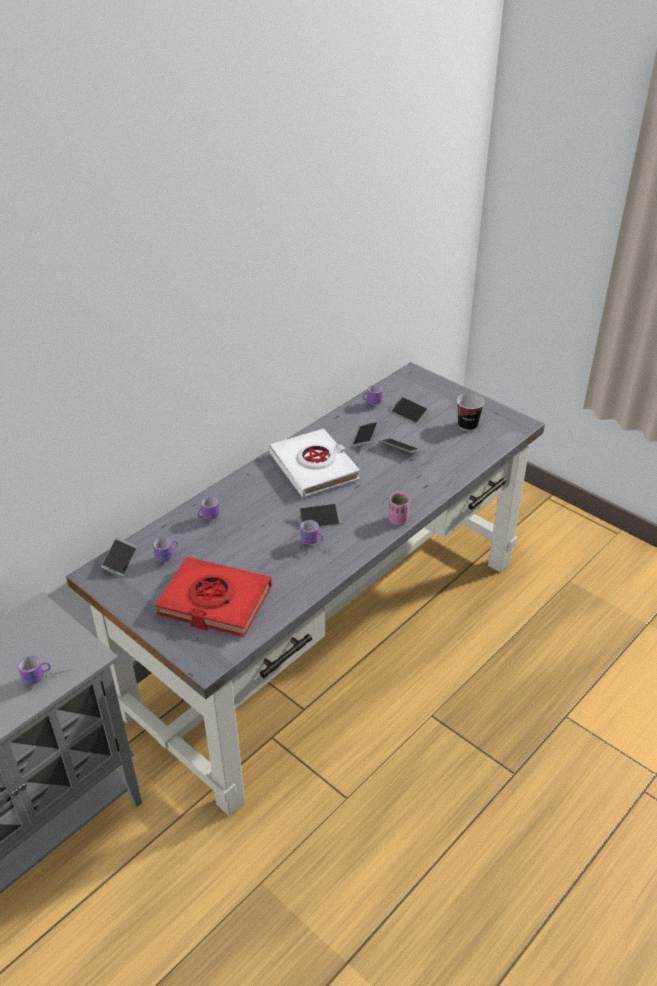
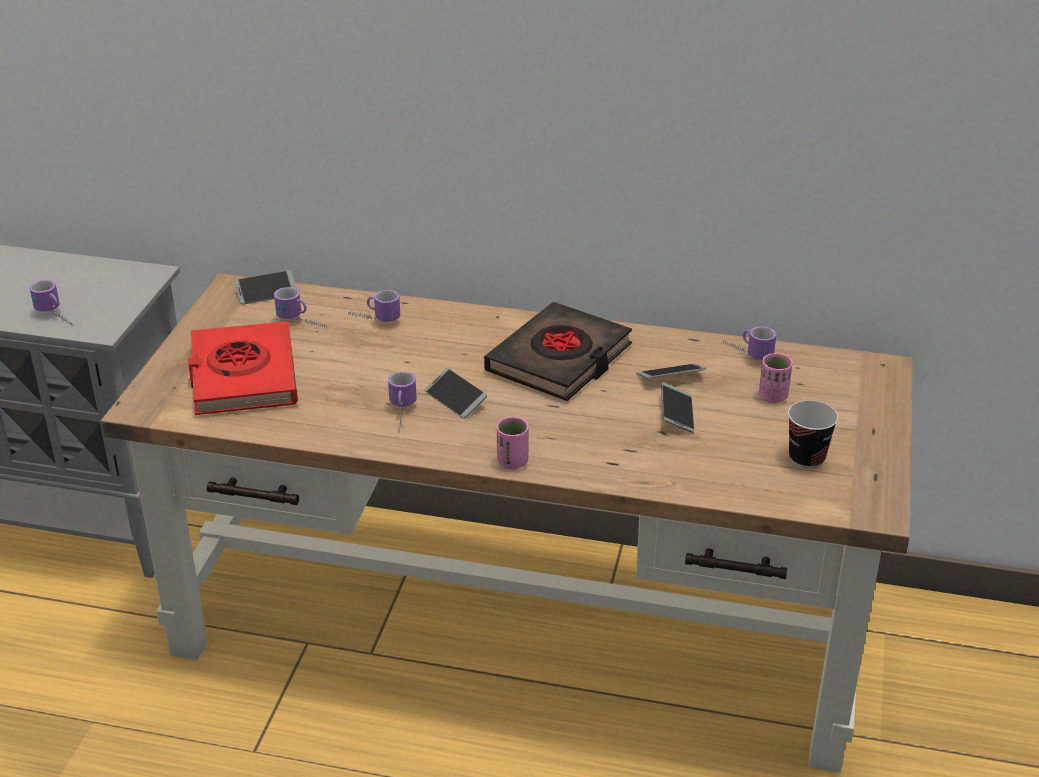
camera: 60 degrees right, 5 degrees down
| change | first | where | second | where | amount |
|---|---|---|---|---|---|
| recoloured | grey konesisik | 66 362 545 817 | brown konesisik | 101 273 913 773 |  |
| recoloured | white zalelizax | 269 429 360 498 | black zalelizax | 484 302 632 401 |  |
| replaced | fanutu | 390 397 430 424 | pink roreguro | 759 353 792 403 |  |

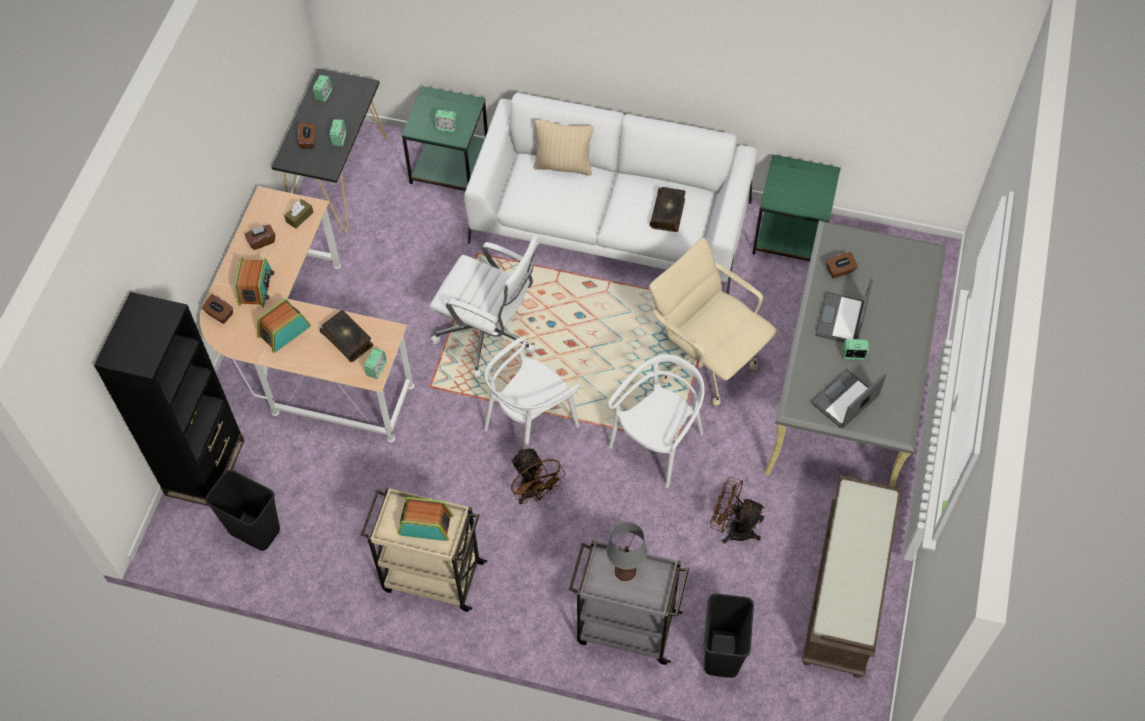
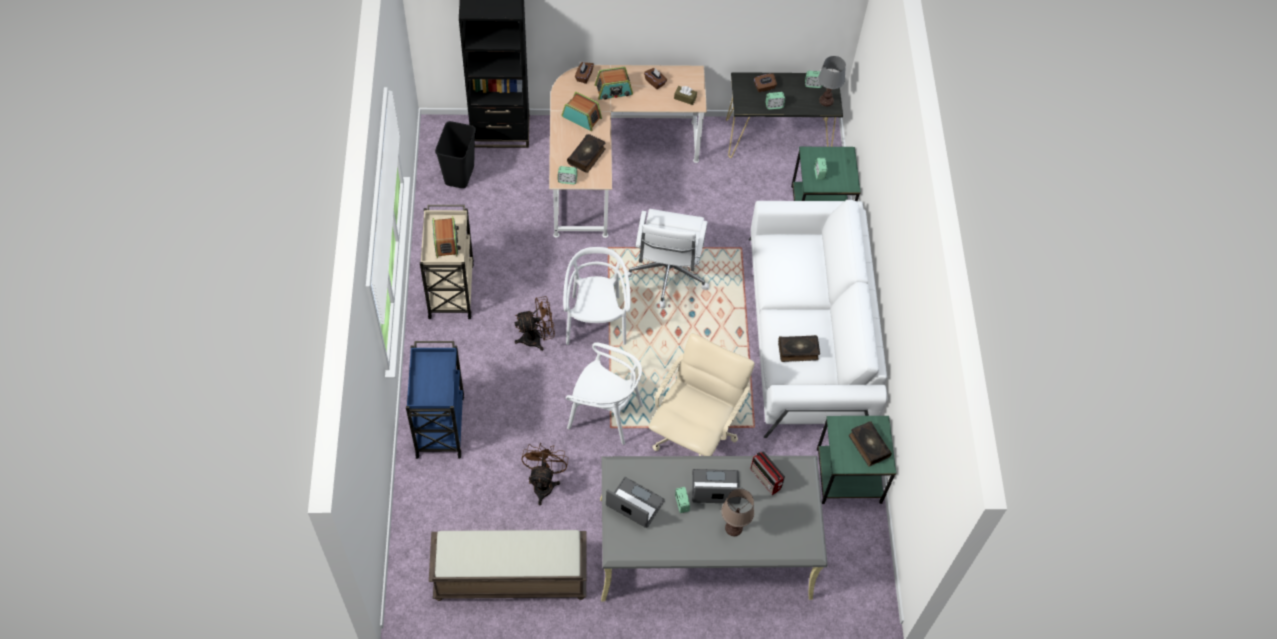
camera: 70 degrees right, 0 degrees up
| change | first | where | second | where | amount |
|---|---|---|---|---|---|
| turned | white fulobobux | 484 337 581 450 |  | 563 247 631 345 | 60 degrees clockwise |
| turned | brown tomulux | 511 448 565 505 |  | 514 296 555 351 | 150 degrees counterclockwise |
| removed | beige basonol | 533 120 594 176 |  |  |  |
| recoloured | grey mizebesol | 569 540 689 665 | blue mizebesol | 406 341 464 459 |  |
| moved | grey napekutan | 606 522 647 581 |  | 818 56 846 106 |  |
| removed | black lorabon | 704 593 754 678 |  |  |  |
| replaced | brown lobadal | 826 252 858 278 | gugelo | 750 451 785 495 |  |
| added |  |  | brown napekutan | 721 489 754 536 |  |
| added |  |  | zalelizax | 849 421 892 466 |  |

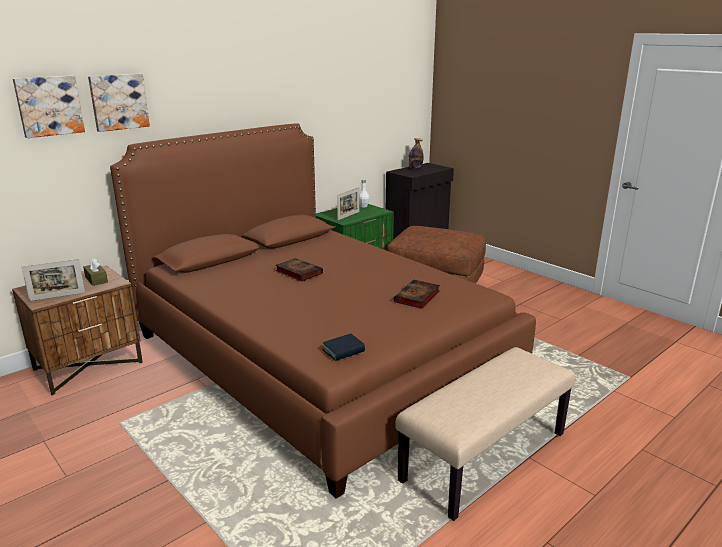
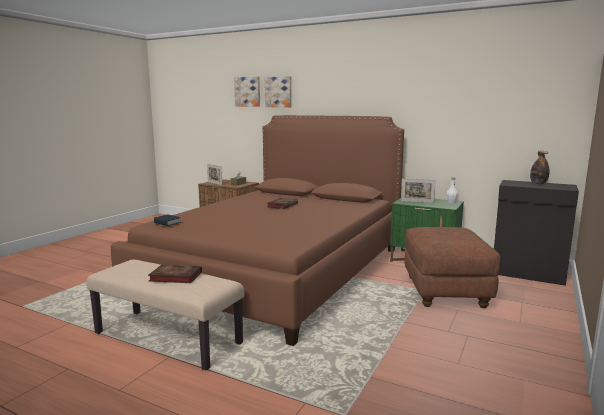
camera: 70 degrees right, 10 degrees down
| change | first | where | second | where | amount |
|---|---|---|---|---|---|
| moved | zalelizax | 394 279 440 309 |  | 148 265 202 283 |  |

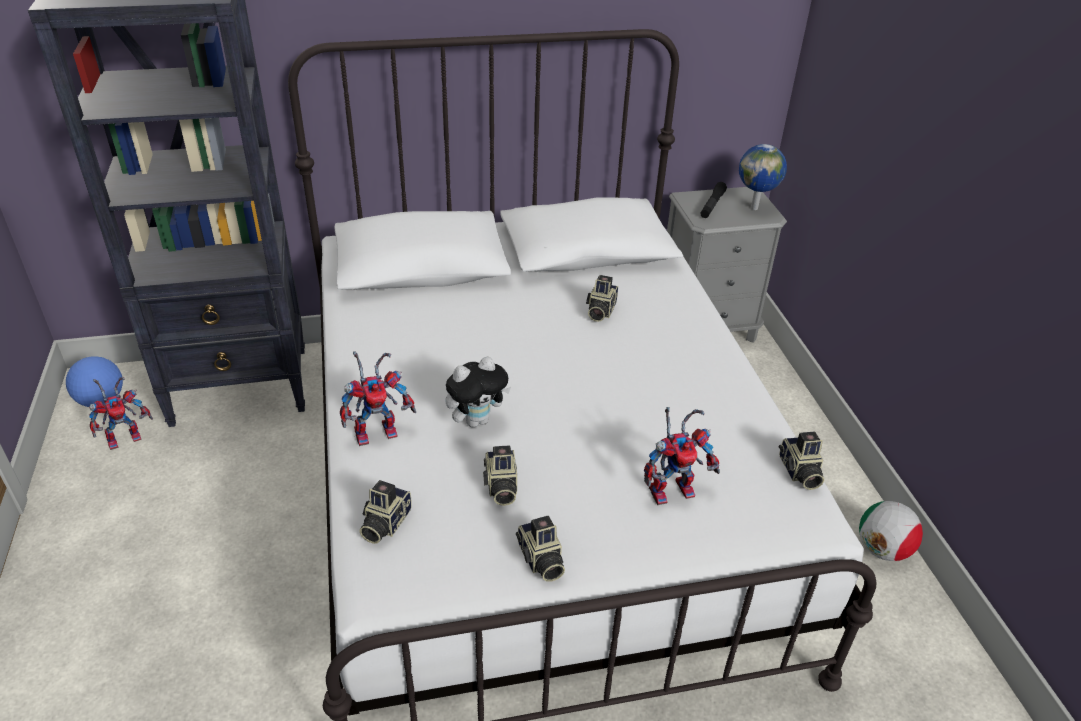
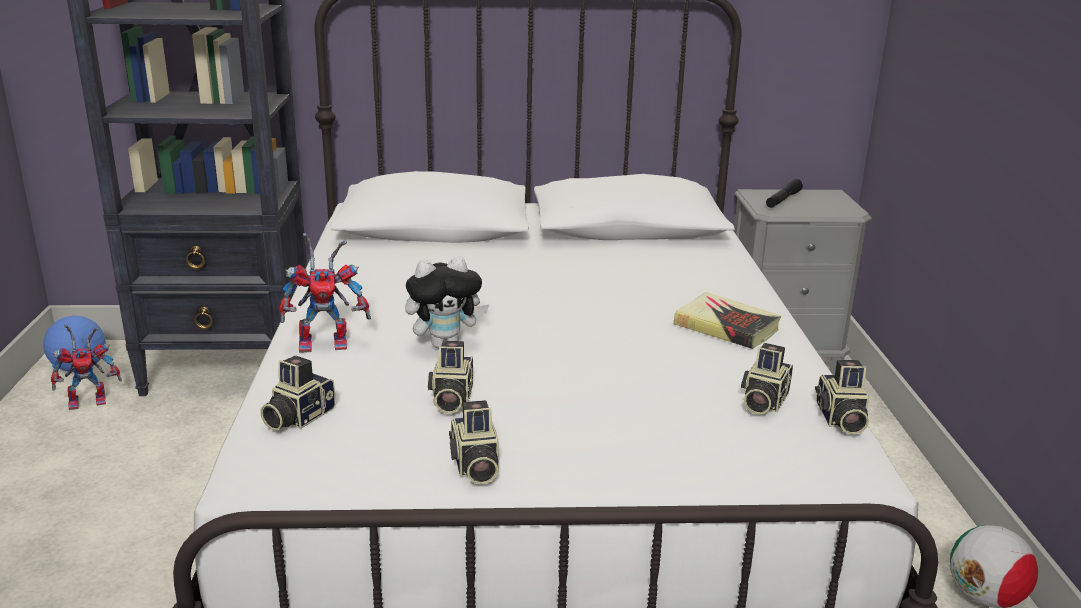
camera: 10 degrees right, 15 degrees down
| change | first | where | second | where | amount |
|---|---|---|---|---|---|
| moved | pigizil | 586 275 618 322 |  | 741 343 793 415 |  |
| removed | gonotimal | 644 407 720 505 |  |  |  |
| removed | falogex | 739 144 787 210 |  |  |  |
| added |  |  | zalelizax | 673 292 781 349 |  |

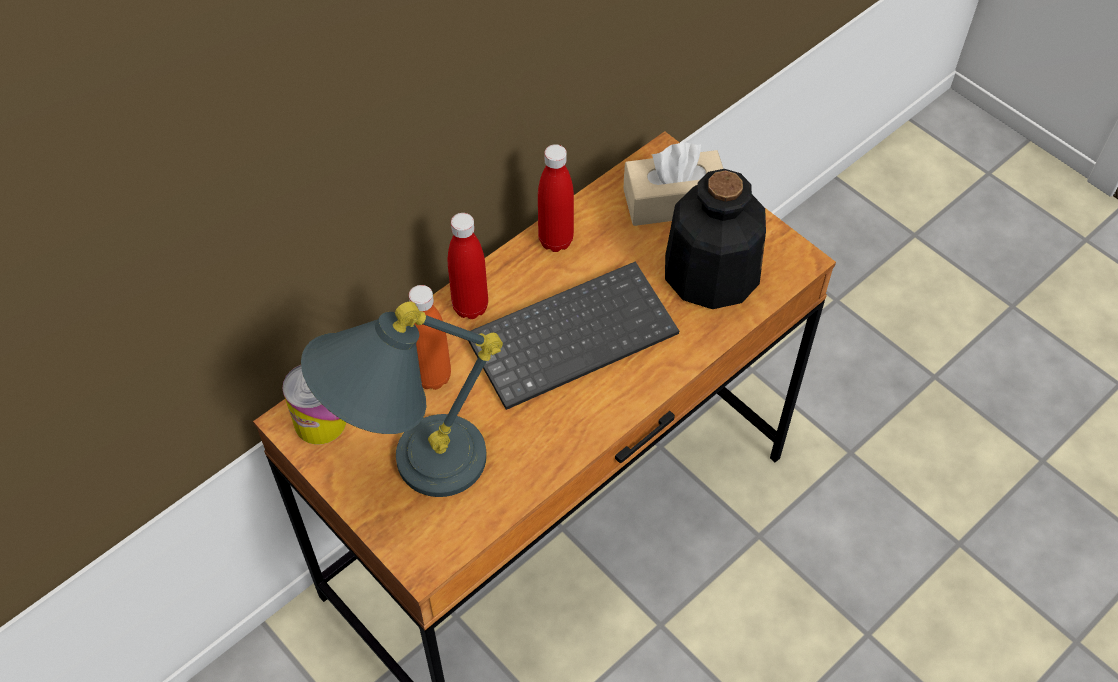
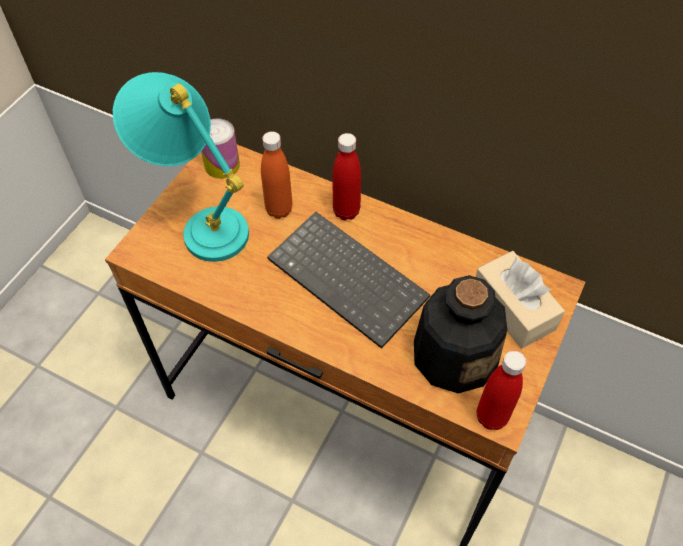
camera: 70 degrees right, 0 degrees up
| change | first | where | second | where | amount |
|---|---|---|---|---|---|
| recoloured | grey napekutan | 301 301 503 497 | turquoise napekutan | 113 72 249 262 |  |
| moved | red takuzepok | 538 144 574 252 |  | 477 351 526 430 |  |

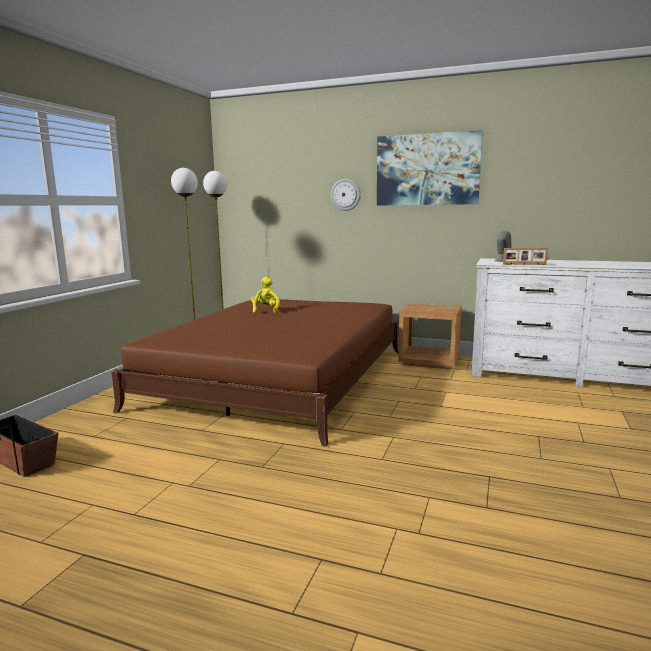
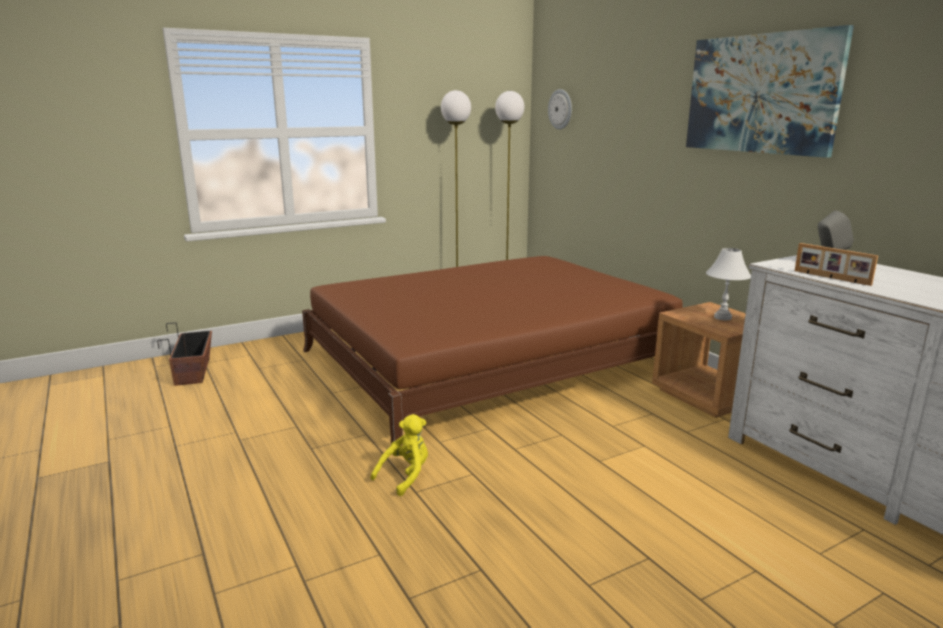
camera: 40 degrees right, 5 degrees up
| change | first | where | second | where | amount |
|---|---|---|---|---|---|
| moved | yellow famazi | 251 277 280 313 |  | 371 414 428 496 |  |
| moved | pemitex | 331 178 361 211 |  | 548 89 572 130 |  |
| added |  |  | white napekutan | 706 248 751 320 |  |

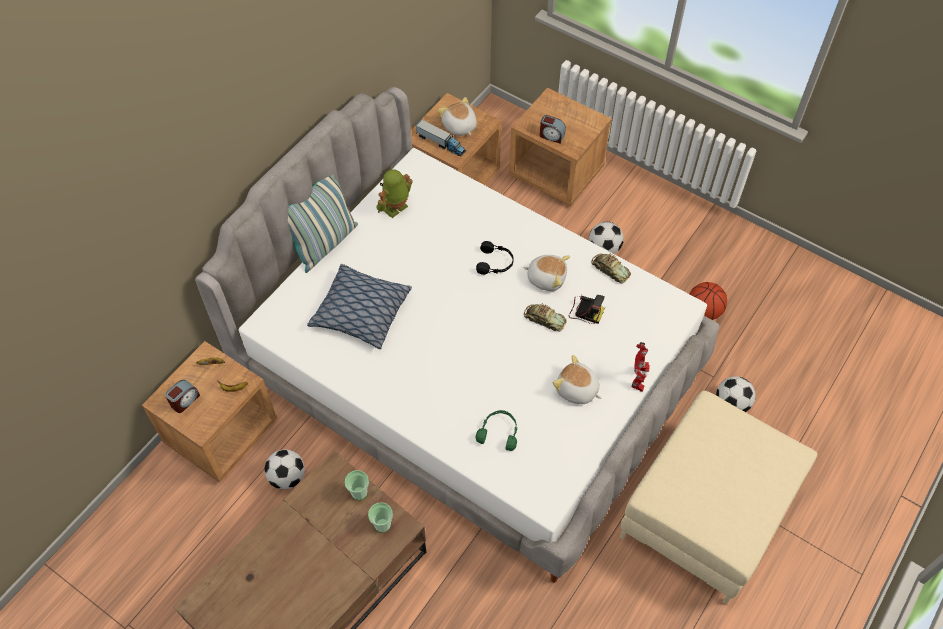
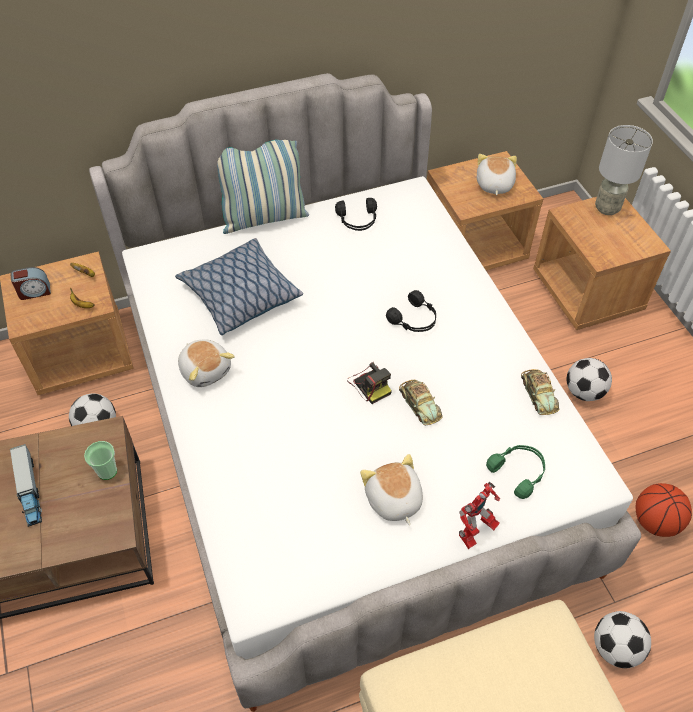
camera: 35 degrees right, 5 degrees down
| change | first | where | second | where | amount |
|---|---|---|---|---|---|
| removed | roreguro | 368 502 393 533 |  |  |  |
| replaced | gonotimal | 376 169 413 218 | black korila | 335 198 377 231 |  |
| moved | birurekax | 415 119 466 156 |  | 10 444 42 527 |  |
| moved | green korila | 475 410 517 451 |  | 486 445 545 499 |  |
| moved | famazi | 523 255 570 291 |  | 178 339 235 387 |  |
| removed | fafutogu | 540 115 566 144 |  |  |  |
| moved | pigizil | 569 295 605 324 |  | 347 362 392 404 |  |
| added |  |  | grey napekutan | 595 125 653 215 |  |

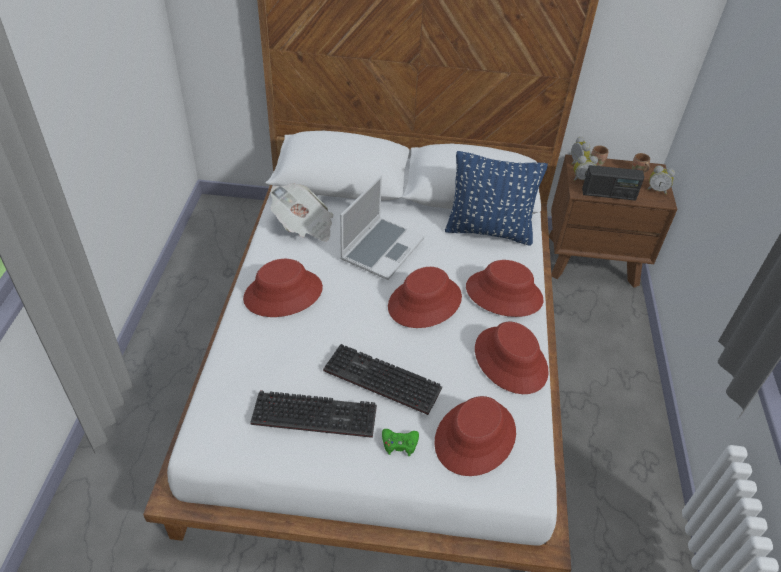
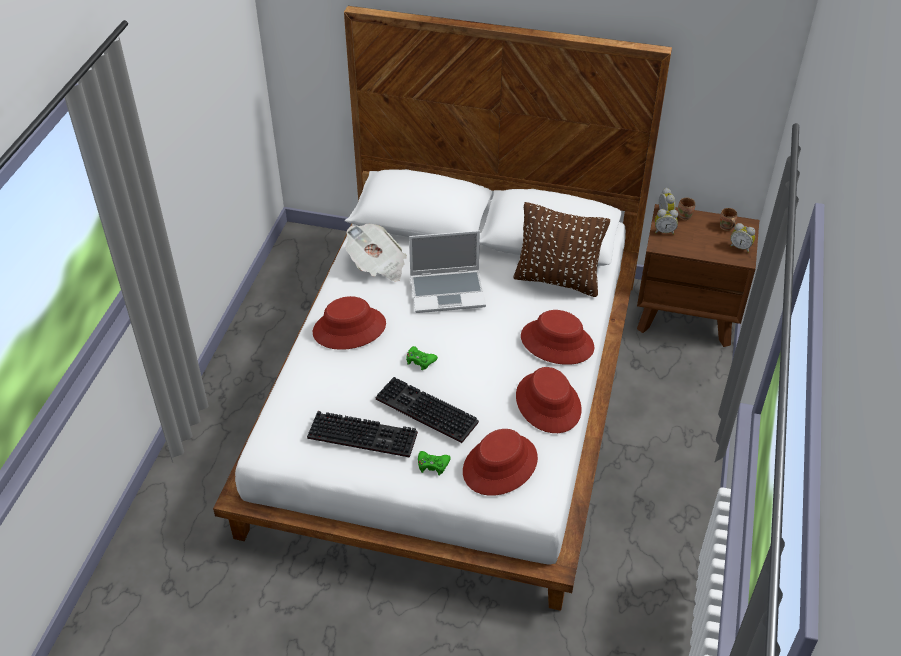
camera: 10 degrees right, 0 degrees up
| change | first | where | second | where | amount |
|---|---|---|---|---|---|
| turned | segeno | 340 175 425 280 |  | 409 231 486 313 | 45 degrees clockwise |
| removed | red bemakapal | 388 267 462 328 |  |  |  |
| recoloured | blue basonol | 445 151 548 245 | brown basonol | 513 202 610 297 |  |
| removed | gugelo | 582 165 644 201 |  |  |  |
| added |  |  | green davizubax | 406 346 438 370 |  |

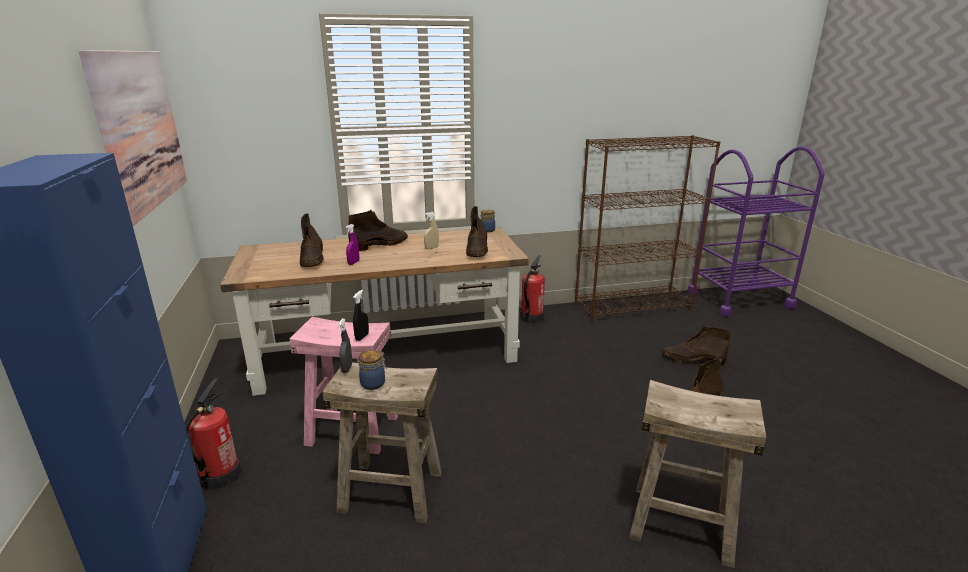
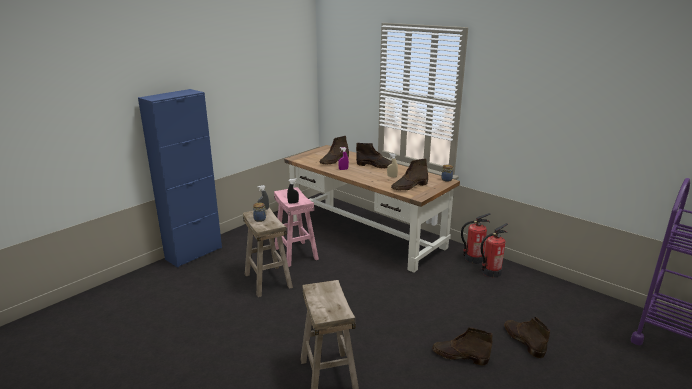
camera: 55 degrees right, 0 degrees up
| change | first | where | second | where | amount |
|---|---|---|---|---|---|
| removed | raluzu | 79 50 187 226 |  |  |  |
| moved | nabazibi | 185 378 241 489 |  | 481 223 508 277 |  |
| removed | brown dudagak | 575 135 720 322 |  |  |  |

